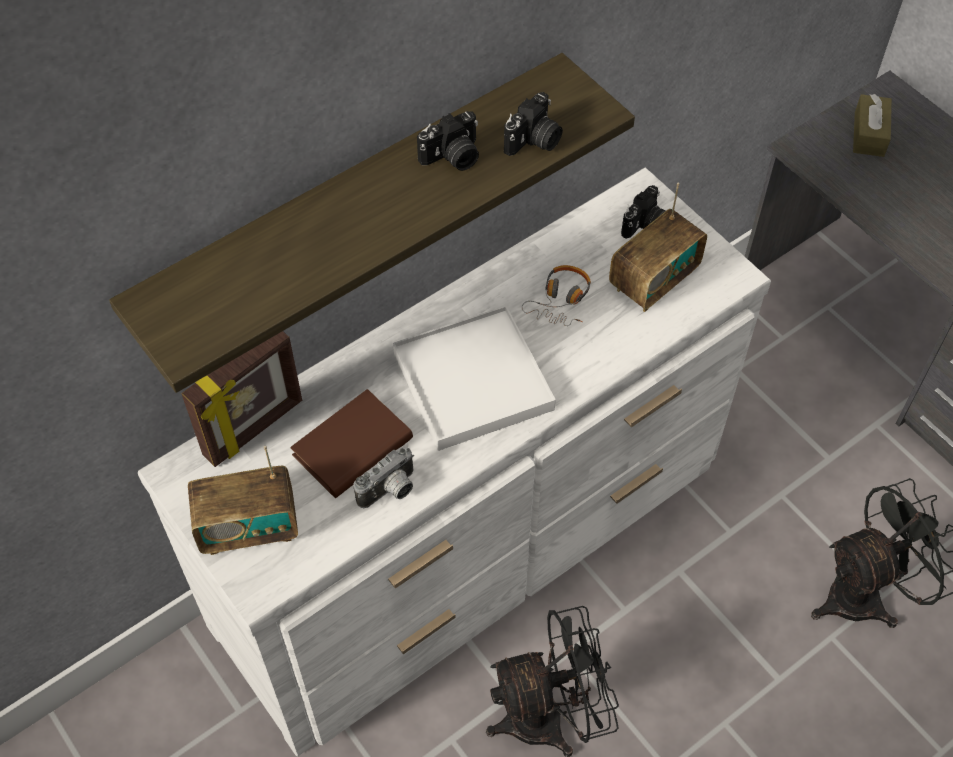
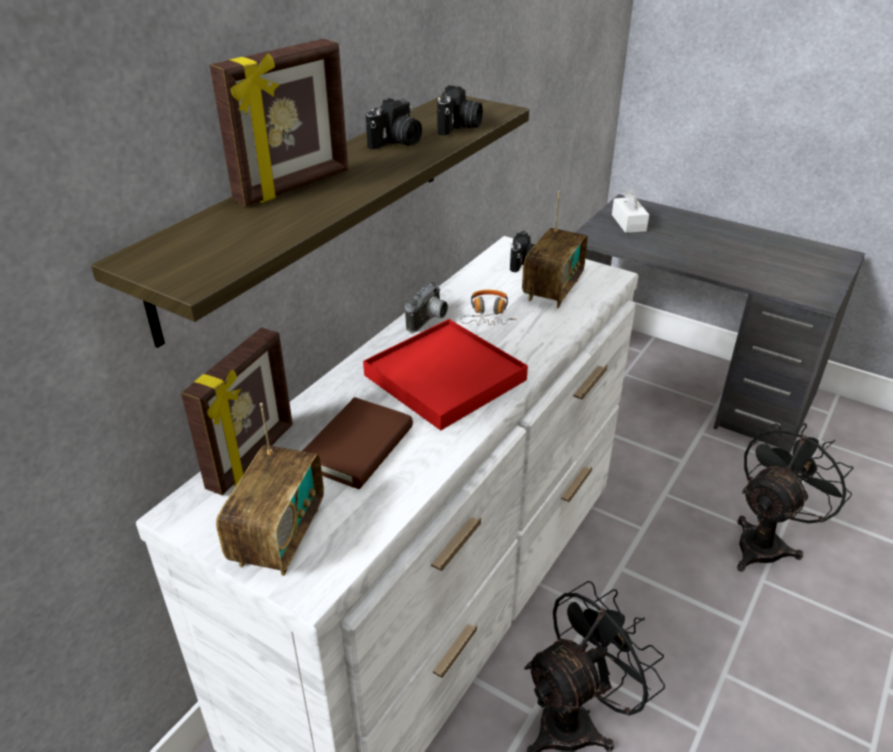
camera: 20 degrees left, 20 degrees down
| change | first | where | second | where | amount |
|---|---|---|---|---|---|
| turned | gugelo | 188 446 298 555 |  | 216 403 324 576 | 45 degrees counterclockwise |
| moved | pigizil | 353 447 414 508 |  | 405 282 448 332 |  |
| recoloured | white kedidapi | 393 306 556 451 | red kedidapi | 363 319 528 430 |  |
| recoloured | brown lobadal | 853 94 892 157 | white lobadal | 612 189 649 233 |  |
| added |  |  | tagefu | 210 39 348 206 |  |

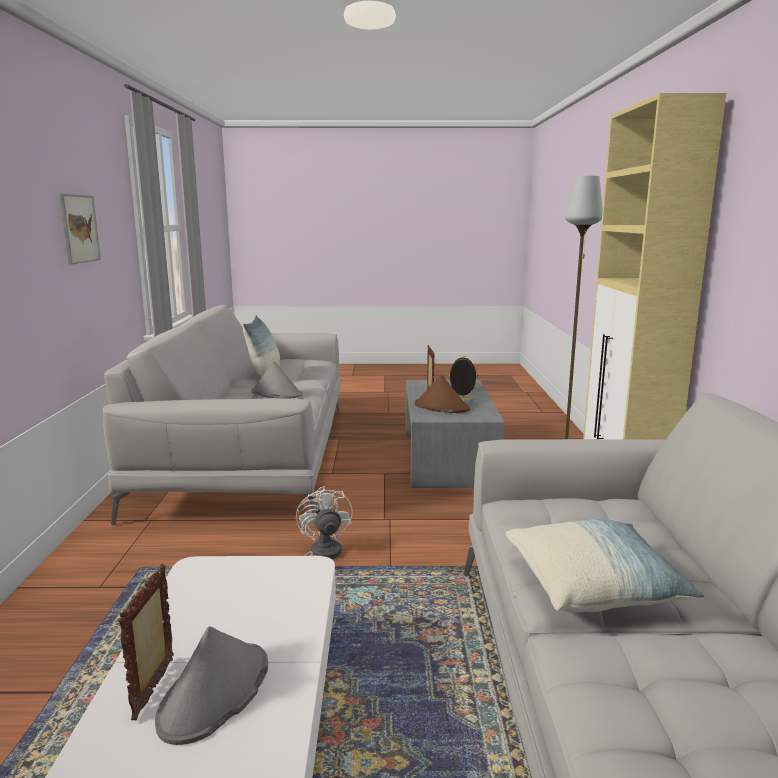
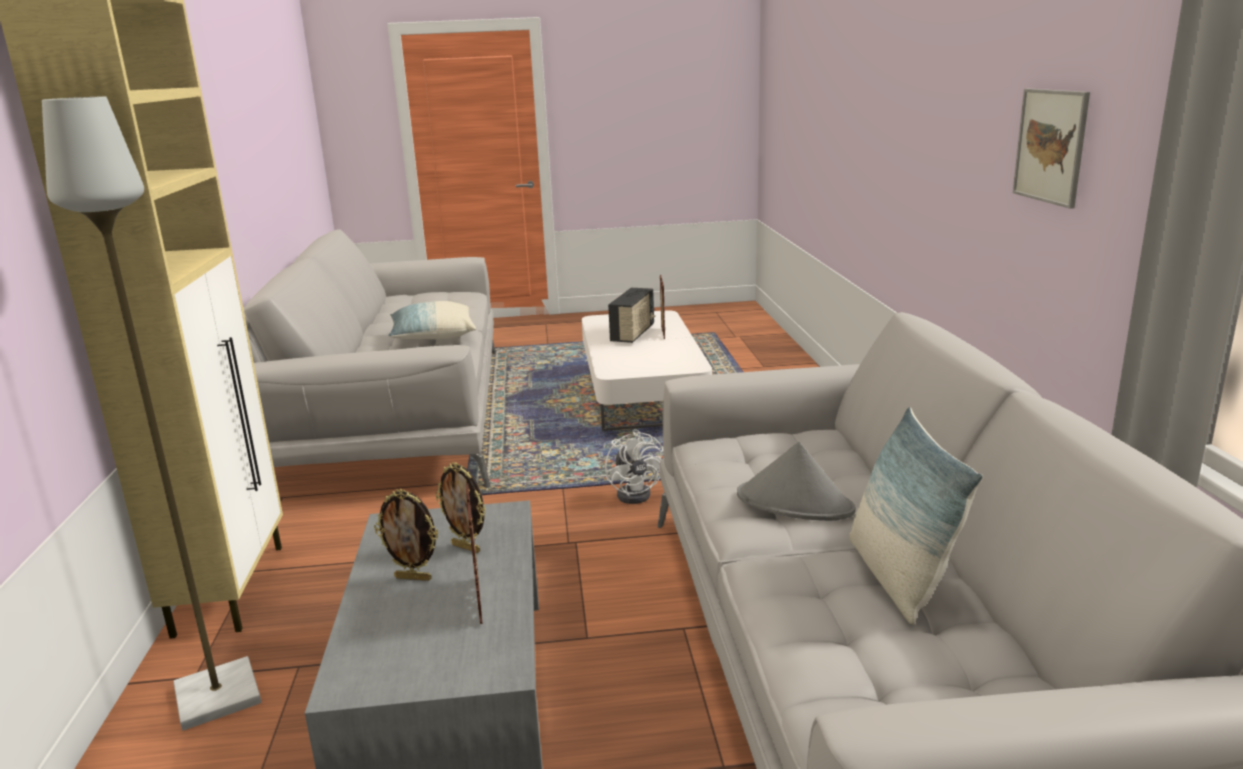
camera: 175 degrees right, 5 degrees up
| change | first | where | second | where | amount |
|---|---|---|---|---|---|
| replaced | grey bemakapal | 155 626 268 745 | gugelo | 608 288 655 343 |  |
| replaced | brown bemakapal | 415 375 470 413 | tagefu | 435 462 486 553 |  |

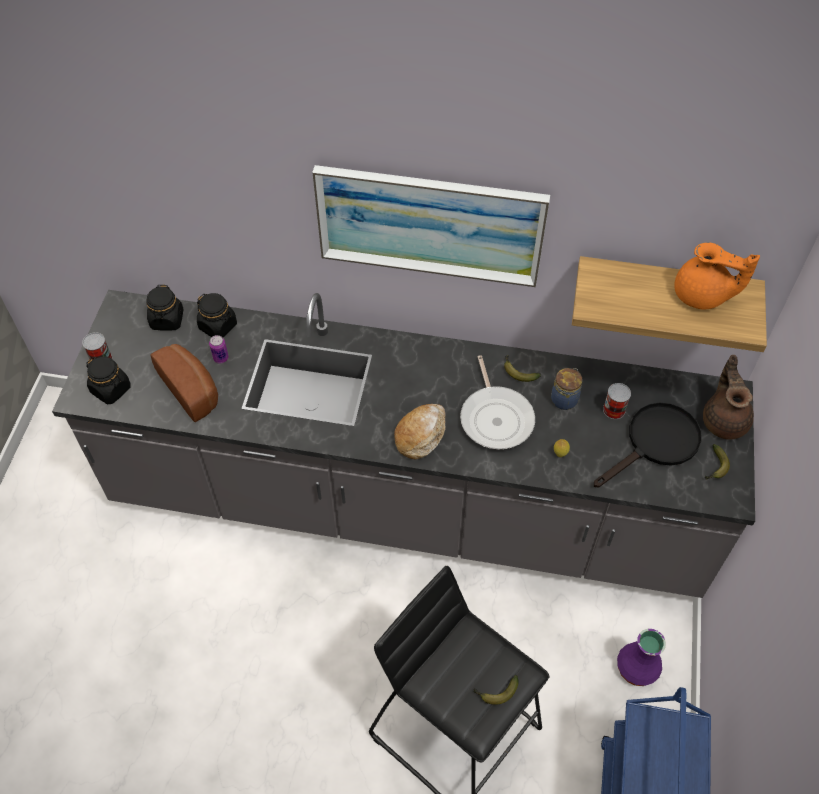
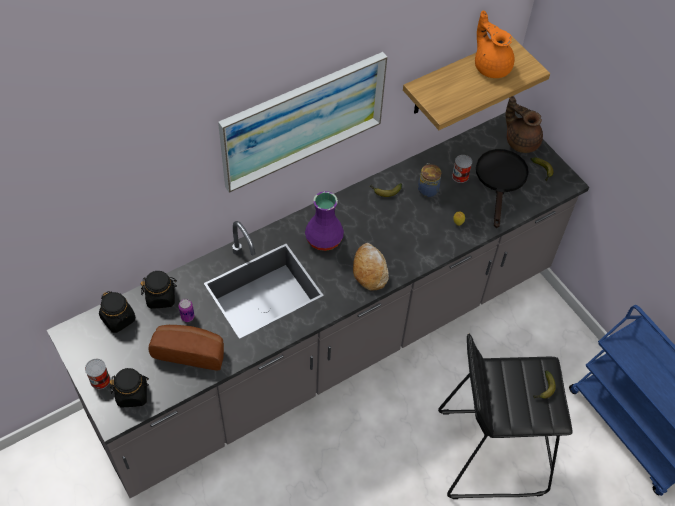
camera: 45 degrees left, 0 degrees up
| change | first | where | second | where | amount |
|---|---|---|---|---|---|
| removed | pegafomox | 460 355 535 449 |  |  |  |
| moved | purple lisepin | 617 629 666 686 |  | 305 191 344 251 |  |
| turned | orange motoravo | 674 242 760 309 |  | 475 10 515 78 | 105 degrees counterclockwise |

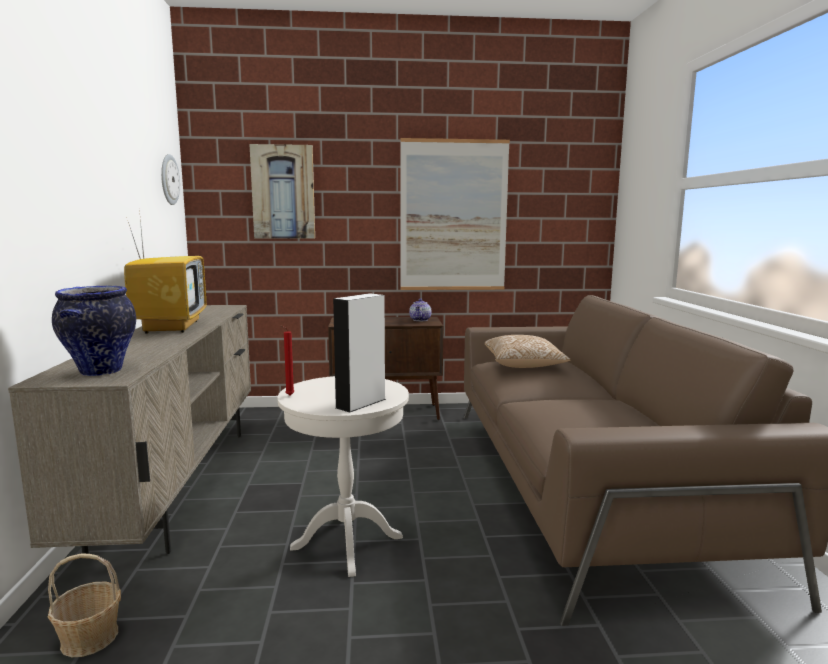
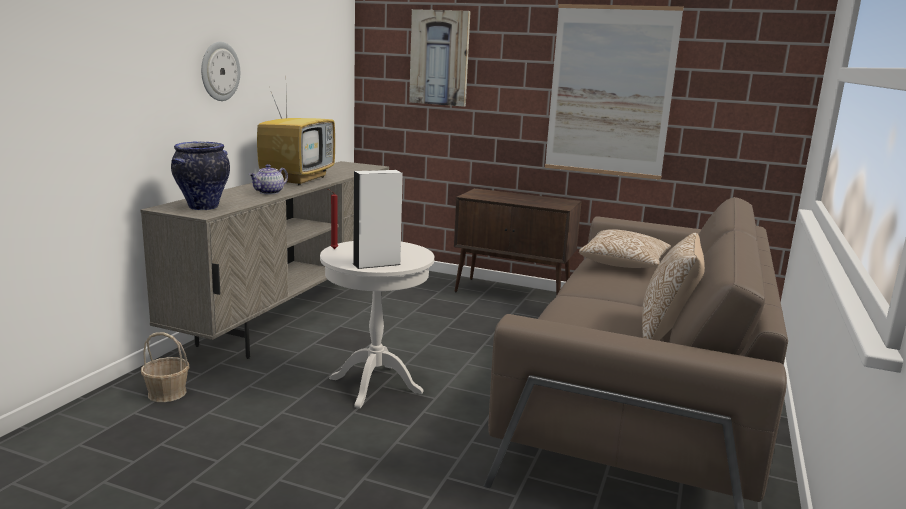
camera: 25 degrees right, 5 degrees up
| change | first | where | second | where | amount |
|---|---|---|---|---|---|
| moved | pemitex | 161 154 180 205 |  | 201 42 240 101 |  |
| moved | motoravo | 409 298 431 321 |  | 248 164 288 195 |  |
| added |  |  | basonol | 642 233 705 341 |  |

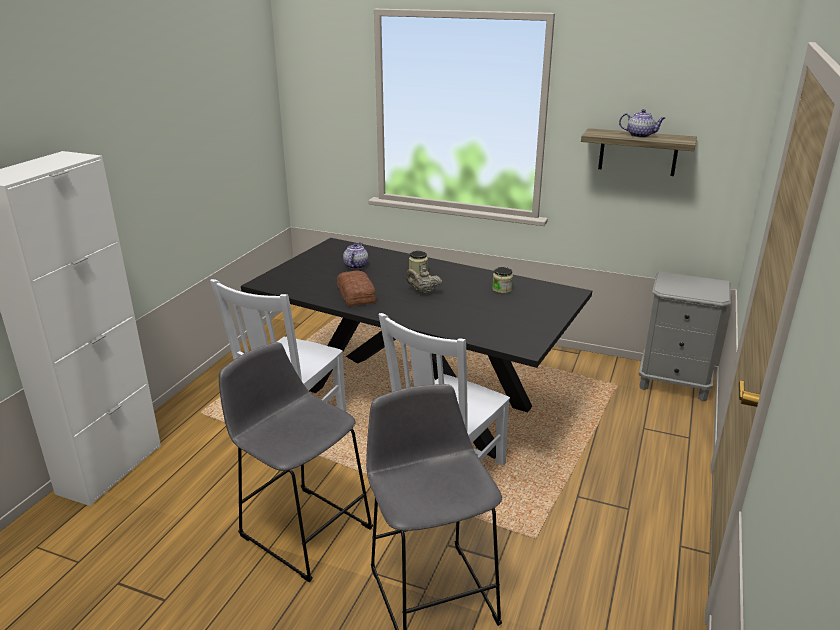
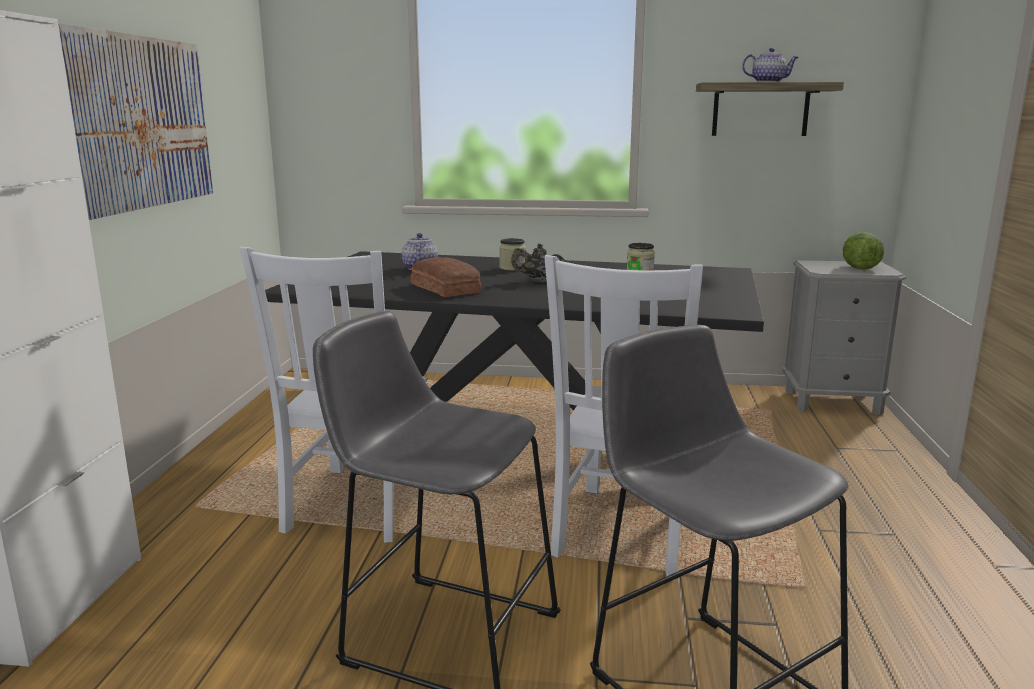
camera: 15 degrees left, 10 degrees down
| change | first | where | second | where | amount |
|---|---|---|---|---|---|
| recoloured | beige motoravo | 406 268 442 294 | black motoravo | 511 243 566 282 |  |
| added |  |  | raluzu | 58 23 213 220 |  |
| added |  |  | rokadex | 843 232 884 270 |  |

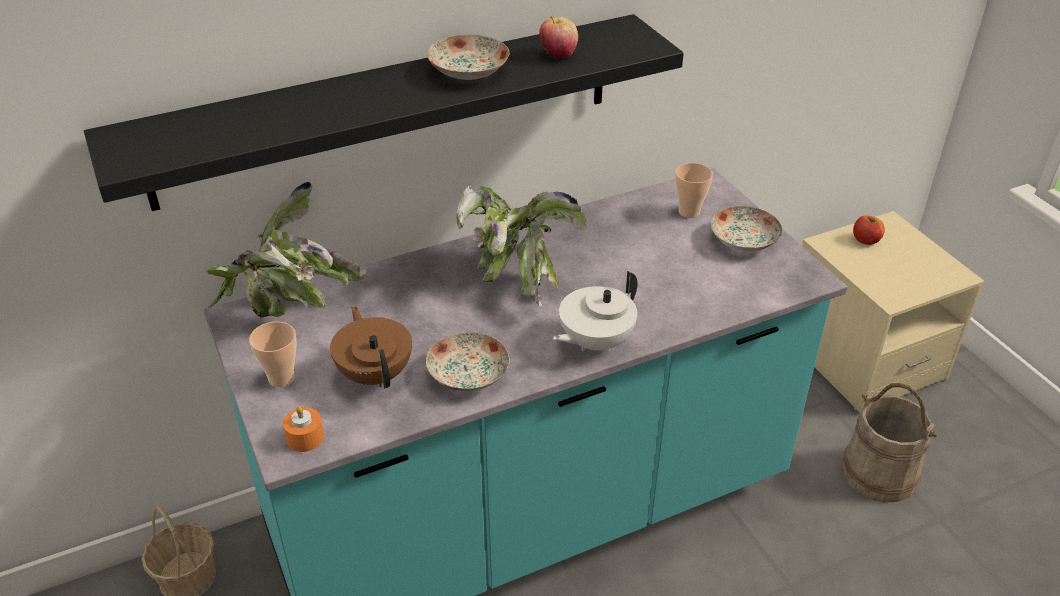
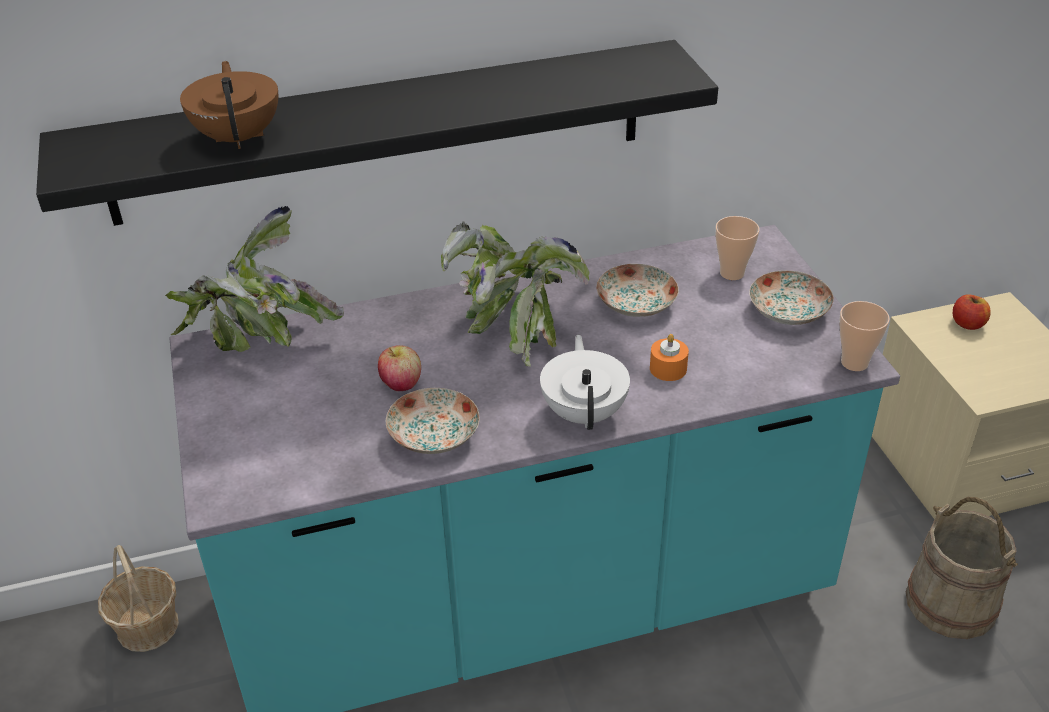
camera: 10 degrees right, 0 degrees up
| change | first | where | second | where | amount |
|---|---|---|---|---|---|
| moved | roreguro | 249 322 297 387 |  | 839 301 890 371 |  |
| moved | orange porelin | 283 406 324 452 |  | 650 334 689 381 |  |
| moved | brown motoravo | 330 306 412 388 |  | 180 61 278 149 |  |
| moved | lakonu | 427 35 510 80 |  | 596 264 679 317 |  |
| moved | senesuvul | 539 16 578 59 |  | 378 345 421 391 |  |
| turned | white motoravo | 553 271 638 351 |  | 540 335 630 430 | 120 degrees clockwise |

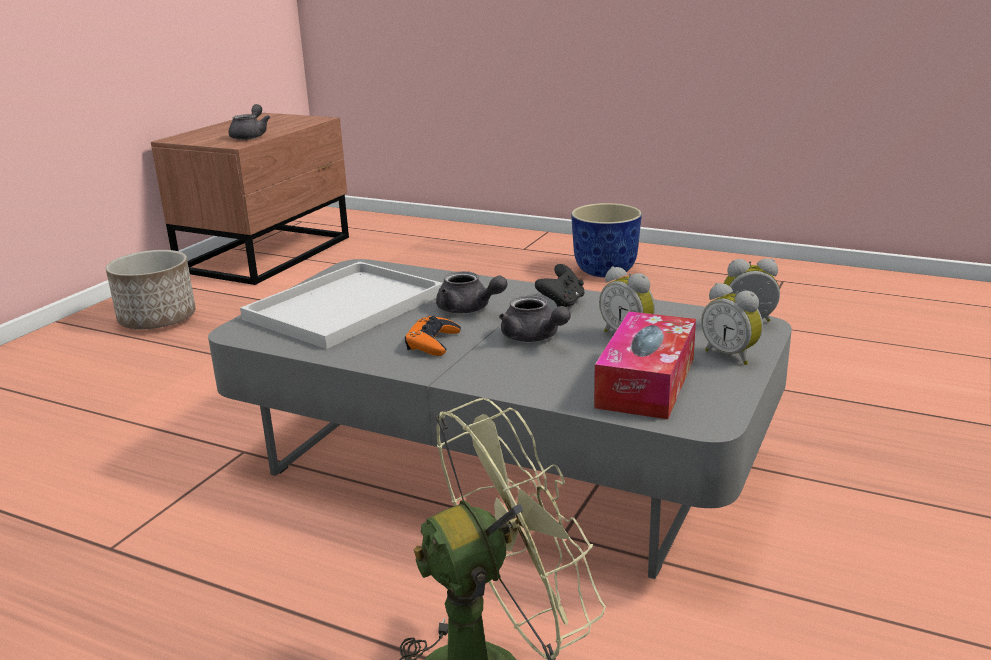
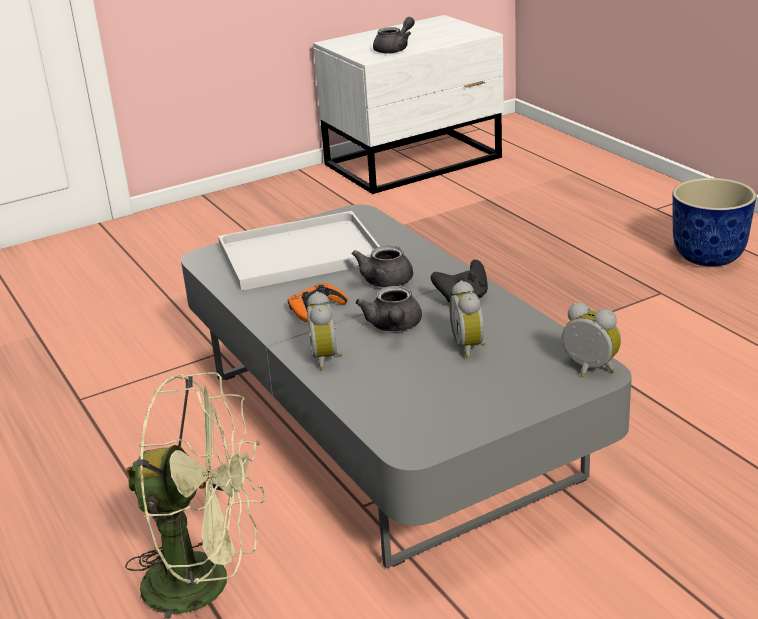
camera: 35 degrees right, 5 degrees up
| change | first | where | second | where | amount |
|---|---|---|---|---|---|
| removed | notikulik | 106 250 196 329 |  |  |  |
| recoloured | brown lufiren | 151 113 349 285 | white lufiren | 313 15 504 194 |  |
| turned | grey motoravo | 436 271 507 314 |  | 352 246 413 287 | 45 degrees clockwise |
| removed | lobadal | 594 311 696 419 |  |  |  |
| moved | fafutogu | 701 283 763 365 |  | 307 291 343 370 |  |

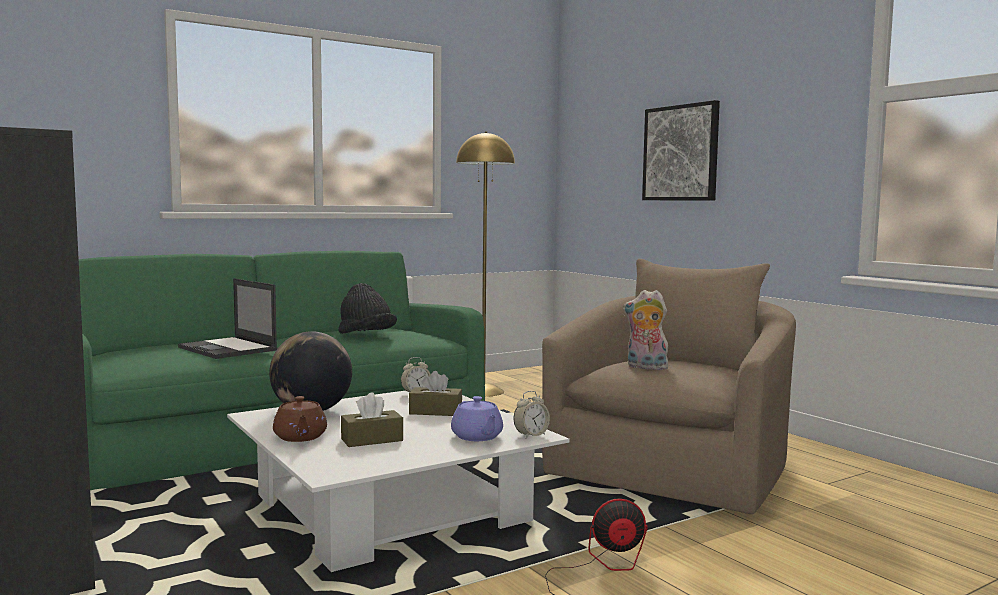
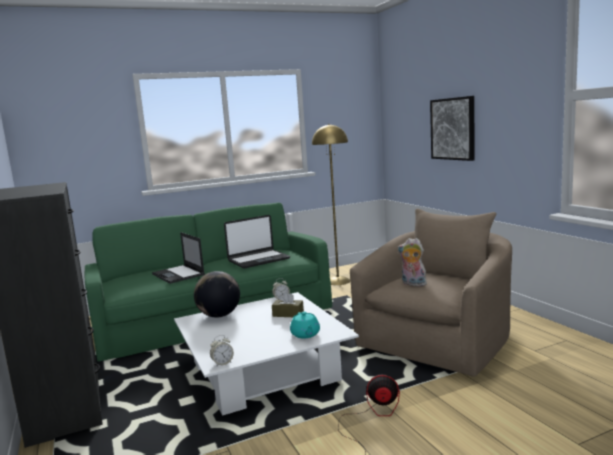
camera: 10 degrees right, 5 degrees up
| change | first | where | second | where | amount |
|---|---|---|---|---|---|
| removed | brown motoravo | 273 396 327 442 |  |  |  |
| replaced | black bemakapal | 338 283 397 334 | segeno | 224 215 290 268 |  |
| removed | brown lobadal | 341 392 403 447 |  |  |  |
| recoloured | purple motoravo | 451 396 503 441 | turquoise motoravo | 290 312 320 339 |  |
| moved | fafutogu | 514 391 550 438 |  | 210 335 234 366 |  |

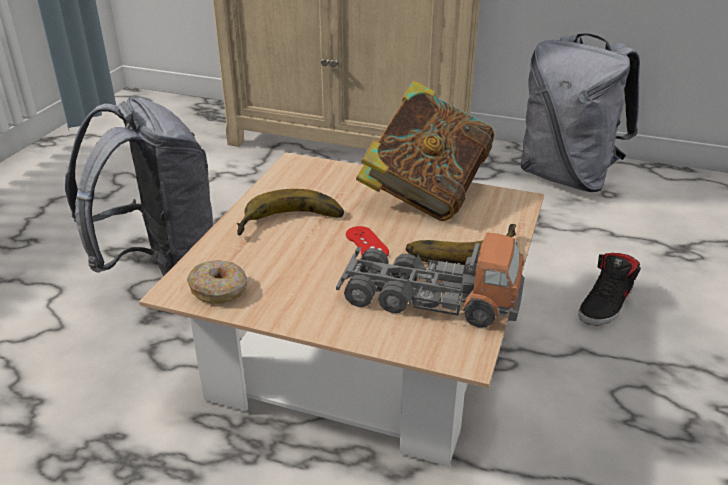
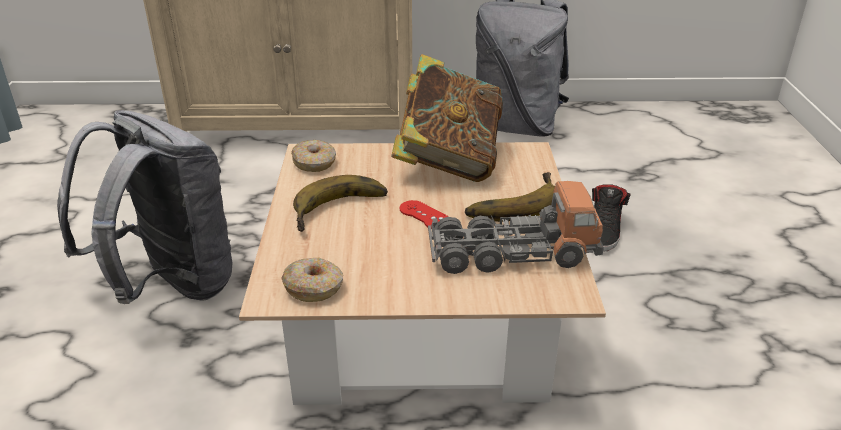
camera: 20 degrees left, 0 degrees up
| change | first | where | second | where | amount |
|---|---|---|---|---|---|
| added |  |  | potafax | 291 140 336 172 |  |

